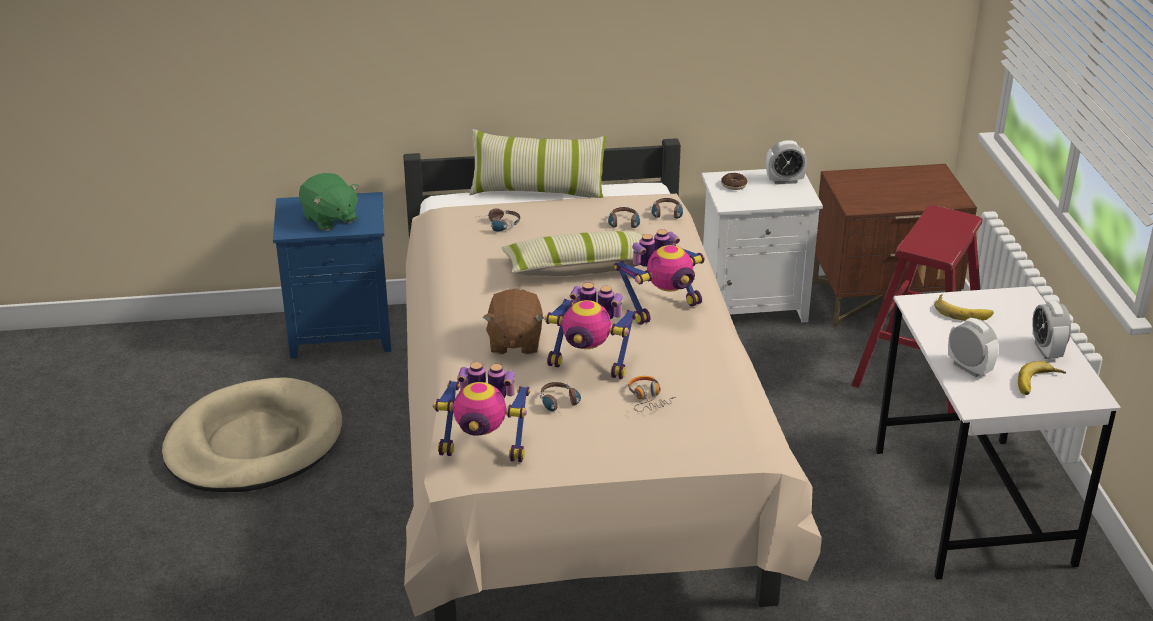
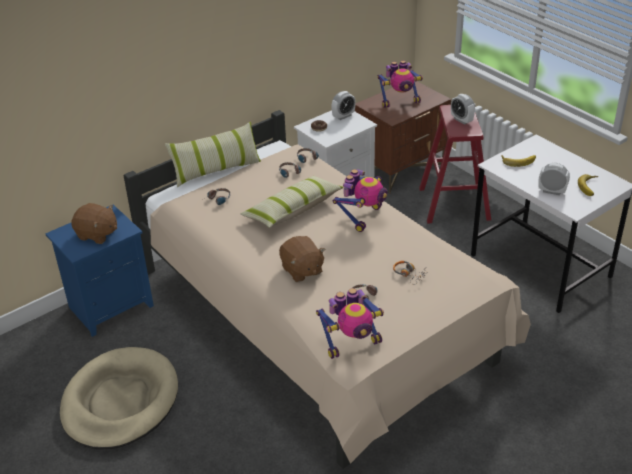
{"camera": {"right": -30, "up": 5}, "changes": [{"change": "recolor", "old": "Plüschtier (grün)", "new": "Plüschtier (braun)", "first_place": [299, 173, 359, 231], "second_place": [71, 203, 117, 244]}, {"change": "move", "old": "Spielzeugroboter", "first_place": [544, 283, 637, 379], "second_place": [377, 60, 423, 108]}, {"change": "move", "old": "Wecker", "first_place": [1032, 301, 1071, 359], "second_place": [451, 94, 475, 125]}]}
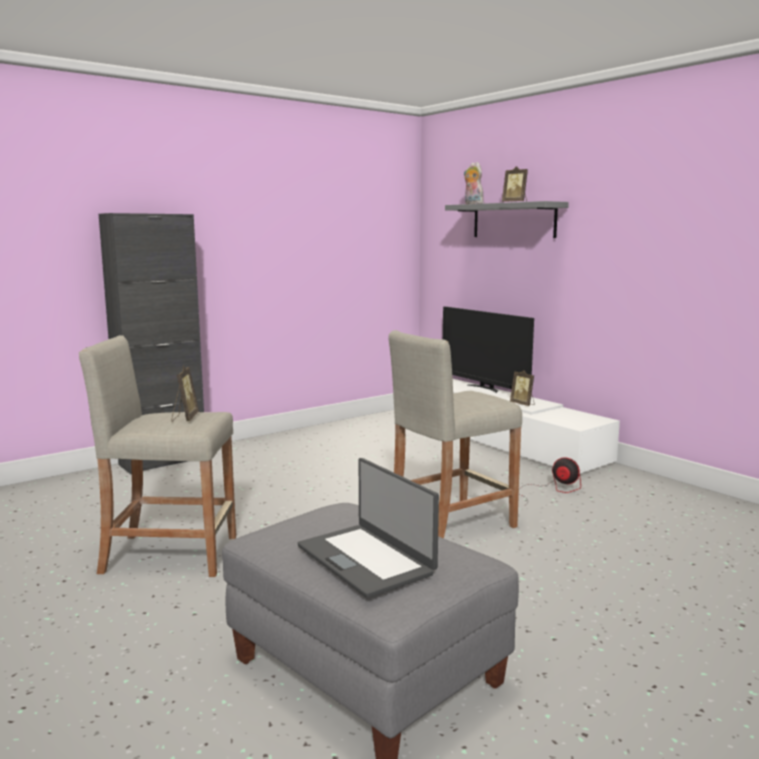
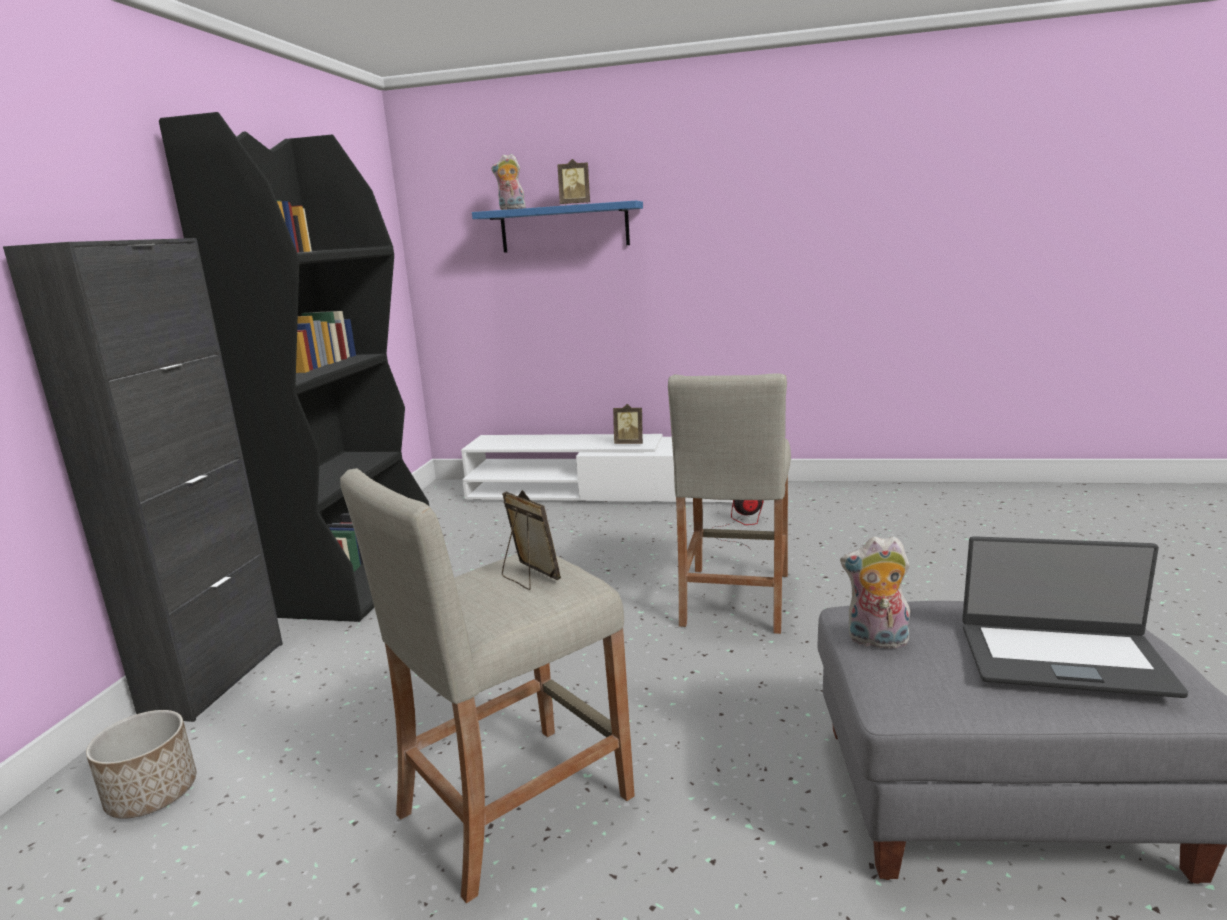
{"camera": {"right": -40, "up": 5}, "changes": [{"change": "recolor", "old": "Wandregal (grau)", "new": "Wandregal (blau)", "first_place": [445, 201, 569, 238], "second_place": [472, 201, 643, 253]}, {"change": "delete", "old": "Fernseher", "first_place": [443, 306, 534, 393]}, {"change": "insert", "new": "Bücherregal (schwarz)", "second_place": [159, 112, 429, 622]}, {"change": "insert", "new": "Plüschtier", "second_place": [840, 536, 910, 652]}, {"change": "insert", "new": "Pflanzkübel", "second_place": [86, 710, 196, 819]}]}
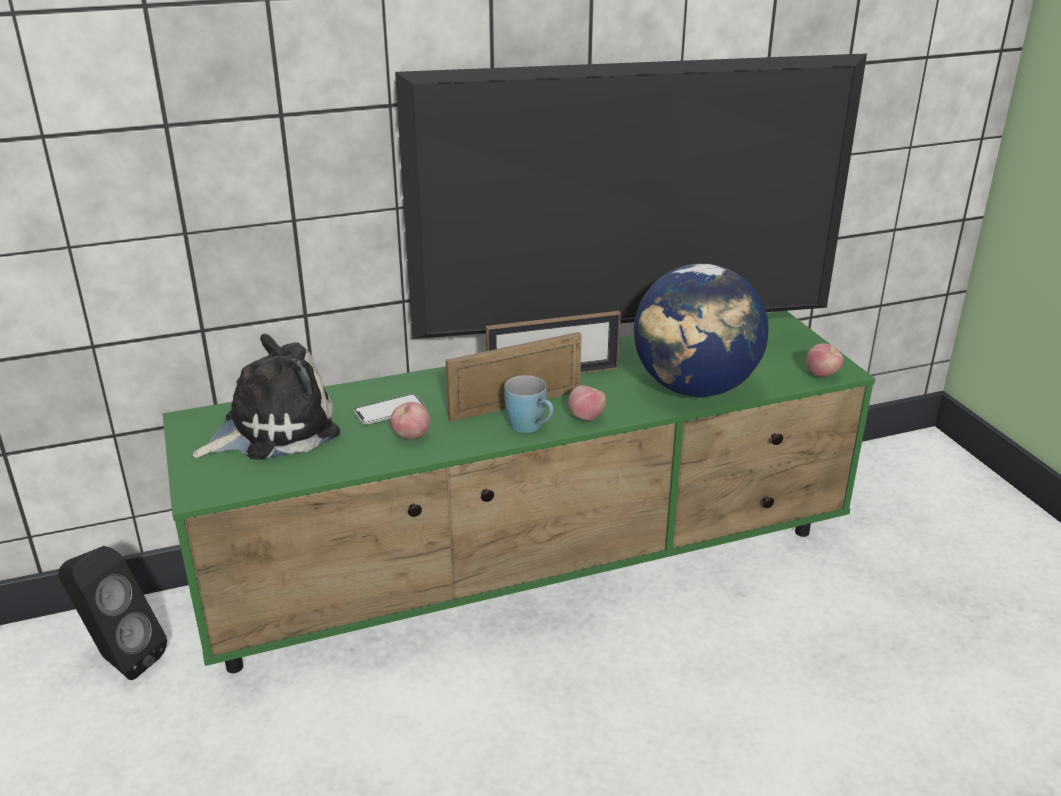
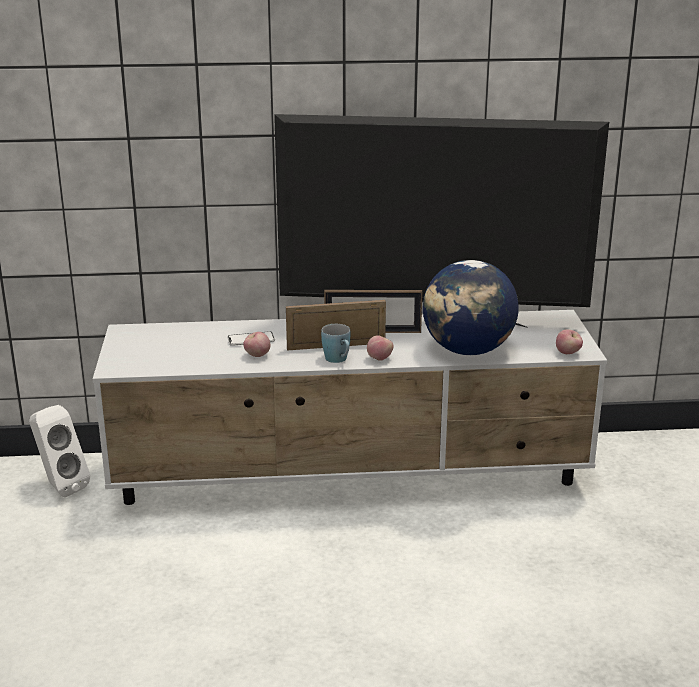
{"camera": {"right": 15, "up": -5}, "changes": [{"change": "recolor", "old": "Fernsehschrank (grün)", "new": "Fernsehschrank (weiß)", "first_place": [163, 311, 875, 673], "second_place": [93, 310, 607, 505]}, {"change": "delete", "old": "Plüschtier", "first_place": [192, 334, 340, 460]}, {"change": "recolor", "old": "Lautsprecher (schwarz)", "new": "Lautsprecher (weiß)", "first_place": [58, 546, 167, 680], "second_place": [29, 405, 90, 497]}]}
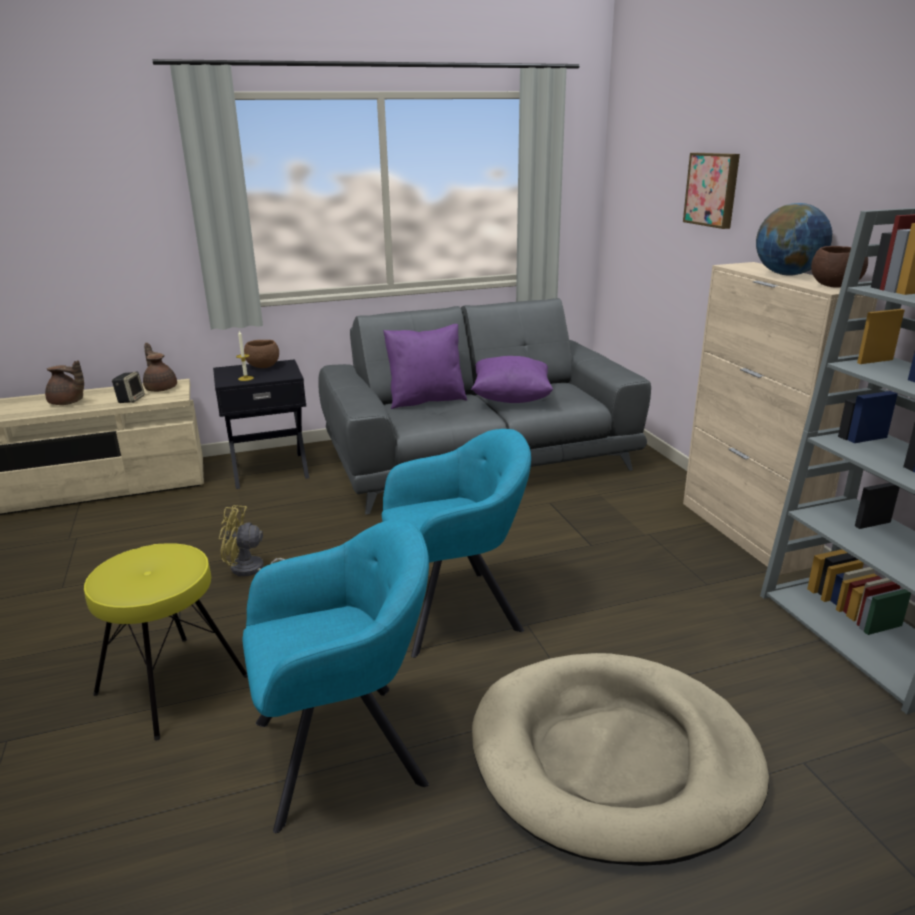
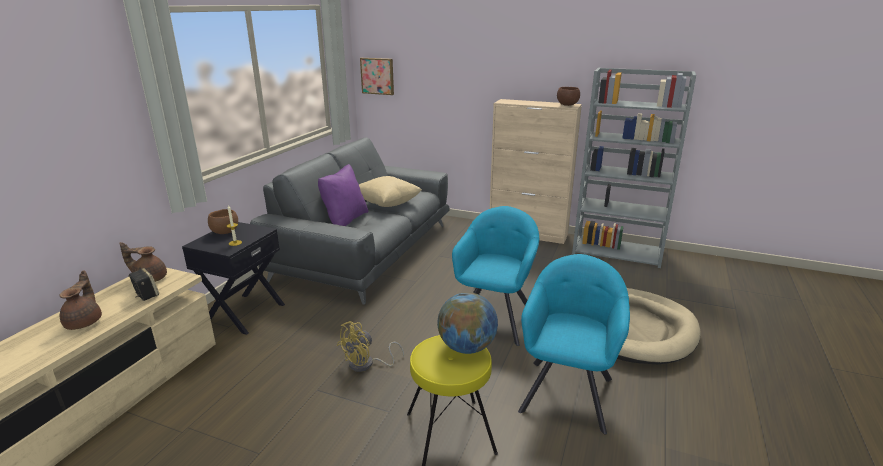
{"camera": {"right": -50, "up": 0}, "changes": [{"change": "move", "old": "Bild", "first_place": [683, 153, 740, 229], "second_place": [360, 58, 394, 95]}, {"change": "move", "old": "Globus", "first_place": [756, 203, 832, 276], "second_place": [437, 292, 498, 354]}, {"change": "recolor", "old": "Kissen (lila)", "new": "Kissen (beige)", "first_place": [471, 356, 553, 403], "second_place": [359, 176, 422, 207]}, {"change": "rotate", "old": "Teekanne (braun)", "first_place": [45, 360, 84, 405], "second_place": [59, 270, 102, 330], "degrees": -60}]}
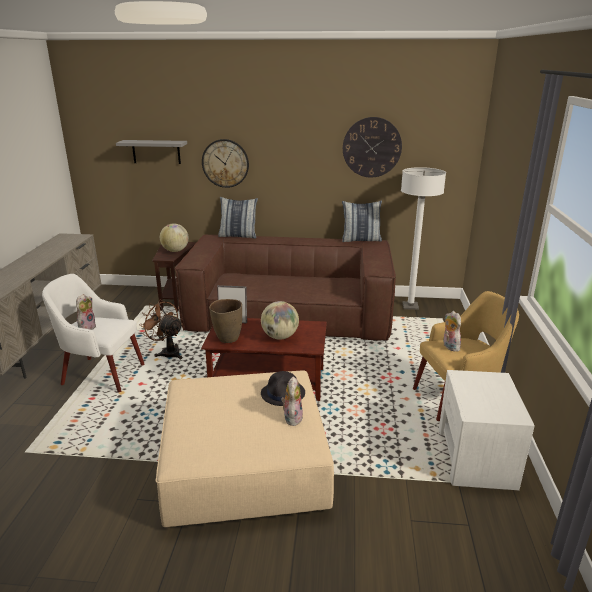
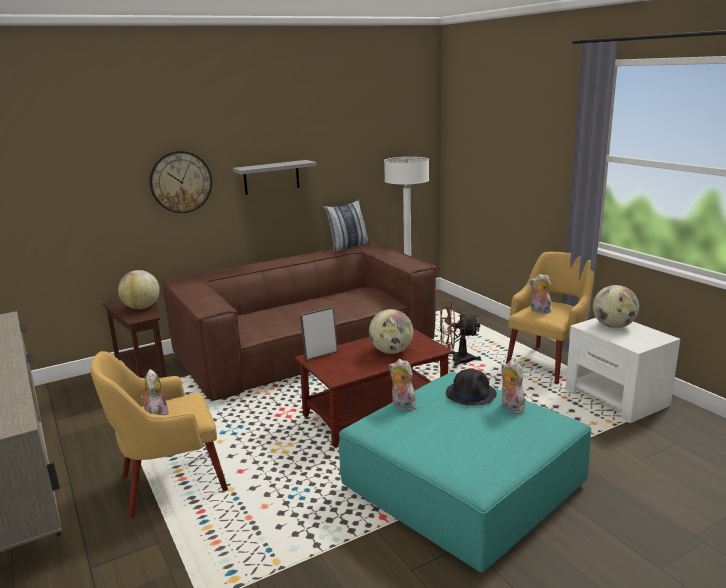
{"camera": {"right": -35, "up": -5}, "changes": [{"change": "delete", "old": "Wanduhr", "first_place": [343, 117, 402, 178]}, {"change": "move", "old": "Wandregal (grau)", "first_place": [116, 140, 187, 164], "second_place": [233, 160, 317, 195]}, {"change": "delete", "old": "Kissen", "first_place": [218, 197, 258, 239]}, {"change": "recolor", "old": "Sessel (weiß)", "new": "Sessel (gelb)", "first_place": [42, 274, 145, 392], "second_place": [90, 351, 228, 518]}, {"change": "delete", "old": "Vase (braun)", "first_place": [209, 299, 242, 343]}, {"change": "move", "old": "Ventilator (braun)", "first_place": [139, 300, 183, 359], "second_place": [440, 302, 481, 367]}, {"change": "recolor", "old": "Polsterhocker (beige)", "new": "Polsterhocker (türkis)", "first_place": [156, 370, 334, 527], "second_place": [339, 372, 592, 573]}, {"change": "insert", "new": "Globus", "second_place": [593, 285, 639, 328]}, {"change": "insert", "new": "Plüschtier", "second_place": [389, 359, 416, 411]}]}
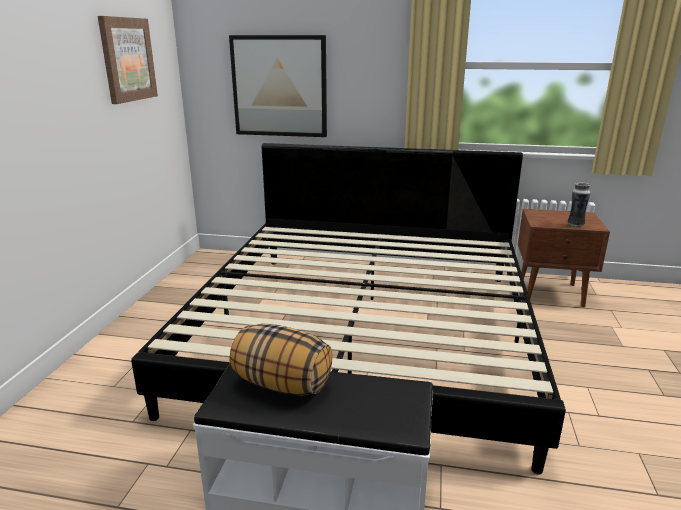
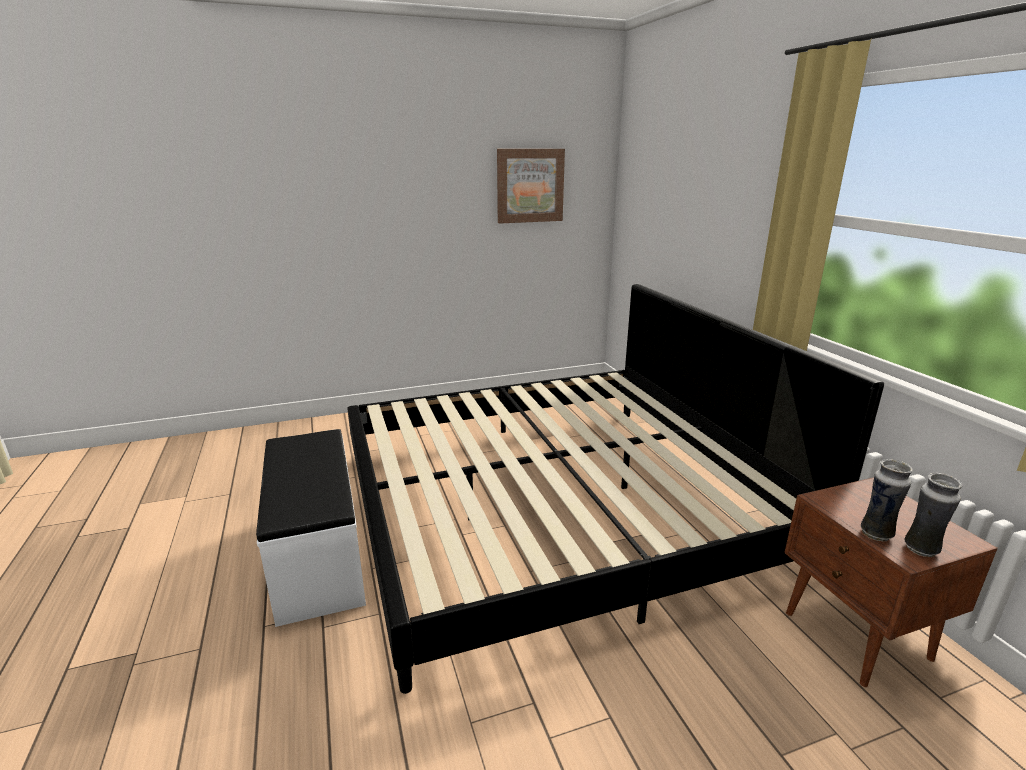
{"camera": {"right": 60, "up": 0}, "changes": [{"change": "delete", "old": "Bild", "first_place": [229, 35, 327, 137]}, {"change": "delete", "old": "Kissen", "first_place": [230, 323, 333, 396]}, {"change": "insert", "new": "Vase", "second_place": [904, 473, 962, 557]}]}
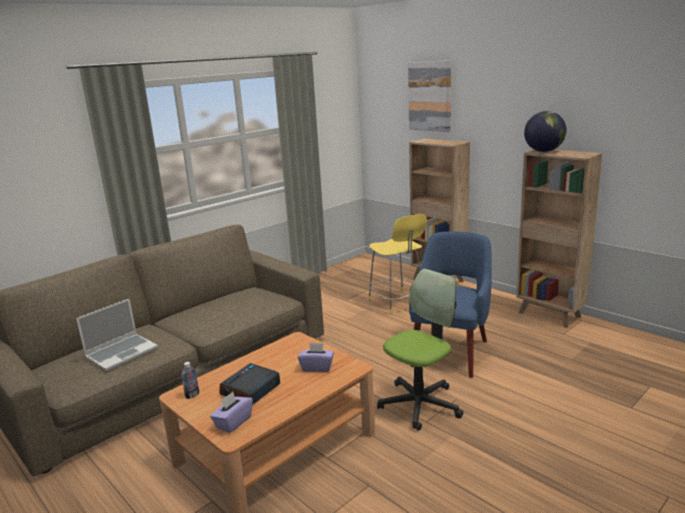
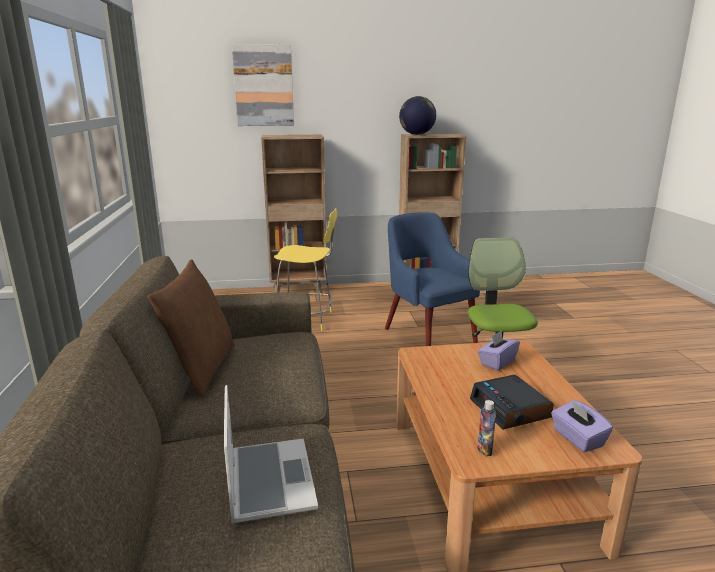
{"camera": {"right": -55, "up": 0}, "changes": [{"change": "insert", "new": "Kissen (braun)", "second_place": [148, 259, 235, 397]}]}
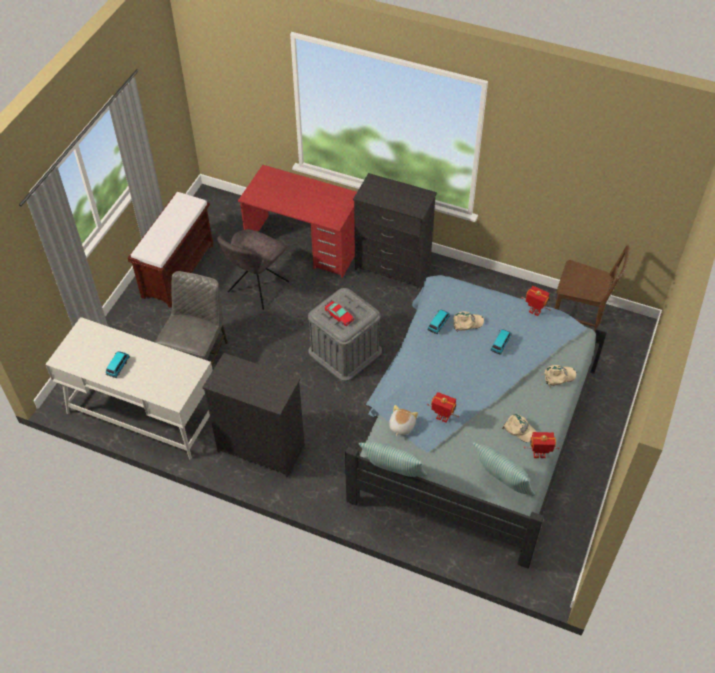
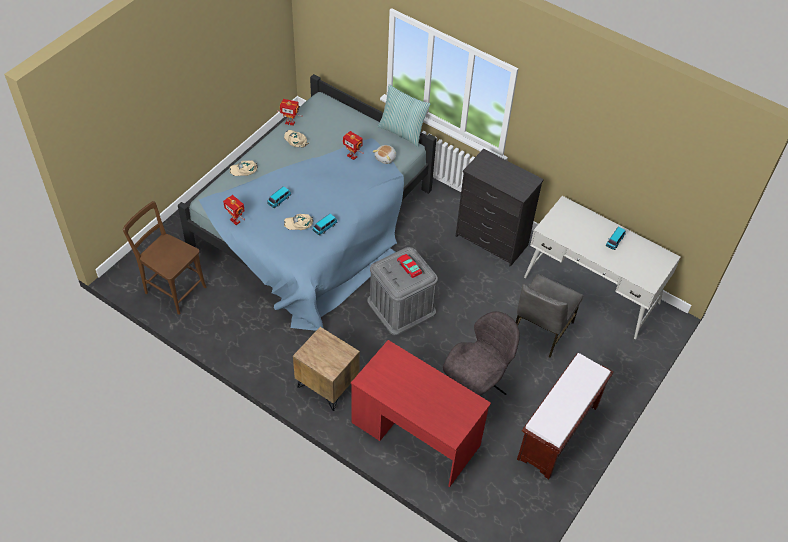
{"camera": {"right": -170, "up": 0}, "changes": [{"change": "replace", "old": "Kommode (schwarz)", "new": "Nachttisch (braun)", "first_place": [353, 173, 437, 289], "second_place": [293, 327, 360, 411]}, {"change": "delete", "old": "Kissen", "first_place": [473, 443, 535, 496]}]}
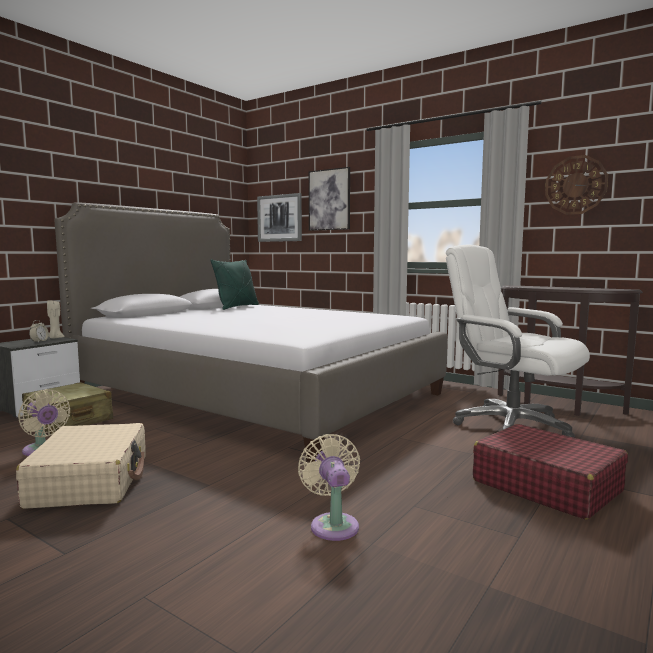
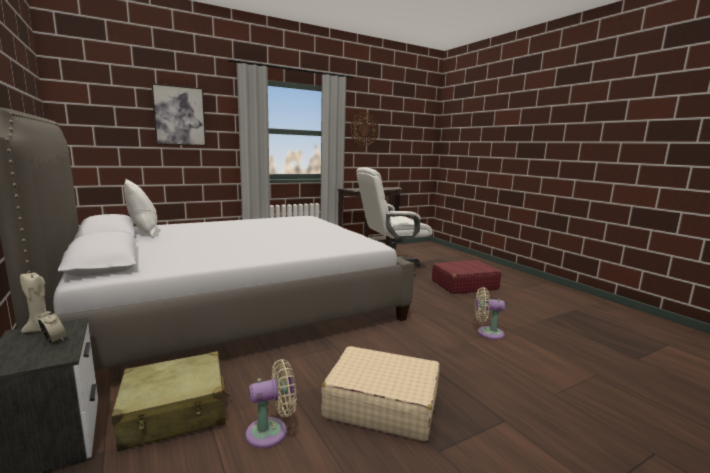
{"camera": {"right": -65, "up": 5}, "changes": [{"change": "delete", "old": "Bild", "first_place": [257, 193, 302, 242]}, {"change": "recolor", "old": "Kissen (grün)", "new": "Kissen (weiß)", "first_place": [210, 259, 259, 310], "second_place": [124, 179, 158, 238]}]}
